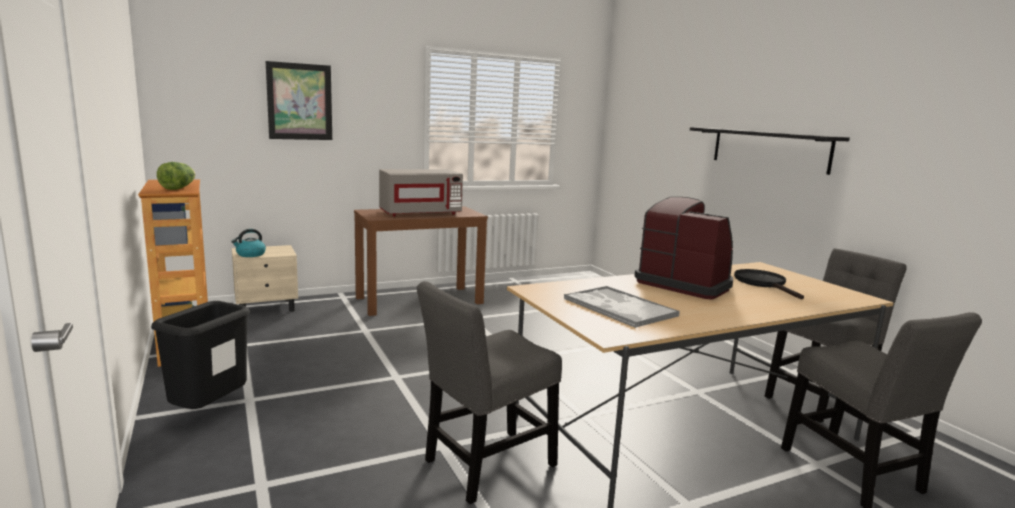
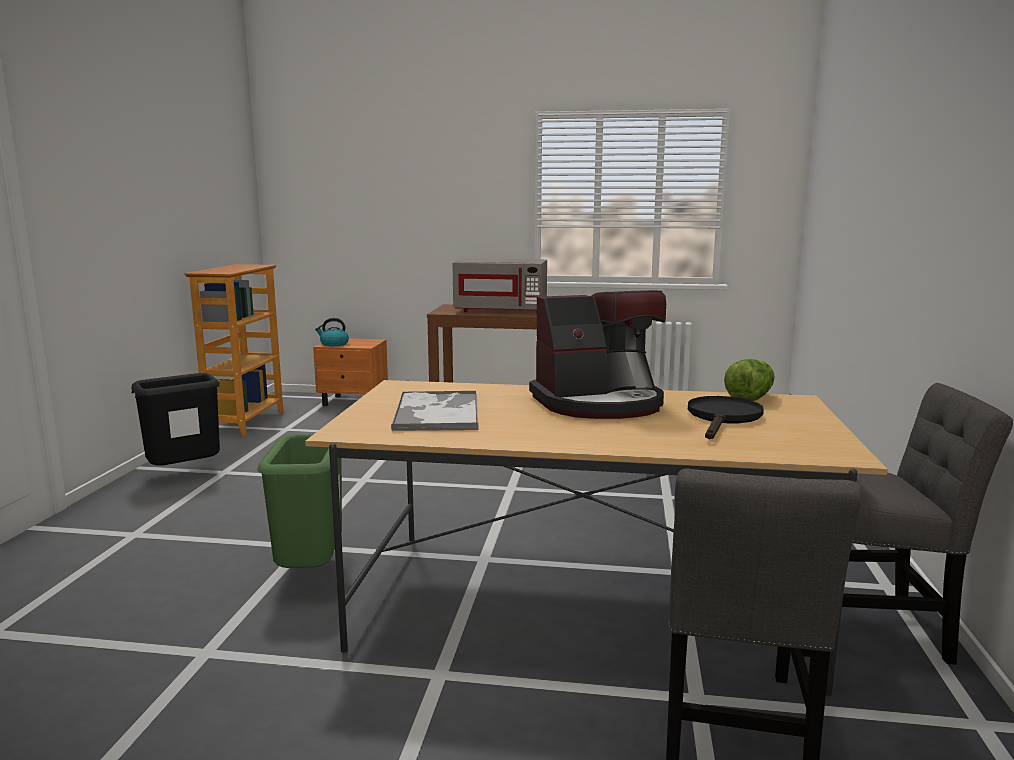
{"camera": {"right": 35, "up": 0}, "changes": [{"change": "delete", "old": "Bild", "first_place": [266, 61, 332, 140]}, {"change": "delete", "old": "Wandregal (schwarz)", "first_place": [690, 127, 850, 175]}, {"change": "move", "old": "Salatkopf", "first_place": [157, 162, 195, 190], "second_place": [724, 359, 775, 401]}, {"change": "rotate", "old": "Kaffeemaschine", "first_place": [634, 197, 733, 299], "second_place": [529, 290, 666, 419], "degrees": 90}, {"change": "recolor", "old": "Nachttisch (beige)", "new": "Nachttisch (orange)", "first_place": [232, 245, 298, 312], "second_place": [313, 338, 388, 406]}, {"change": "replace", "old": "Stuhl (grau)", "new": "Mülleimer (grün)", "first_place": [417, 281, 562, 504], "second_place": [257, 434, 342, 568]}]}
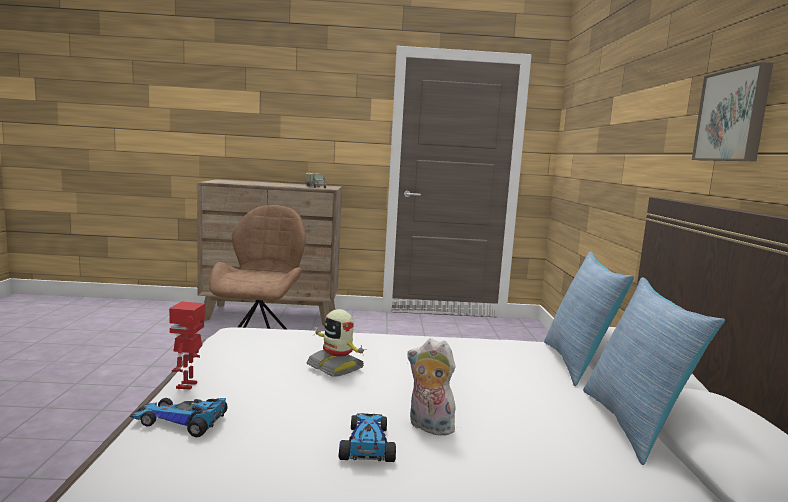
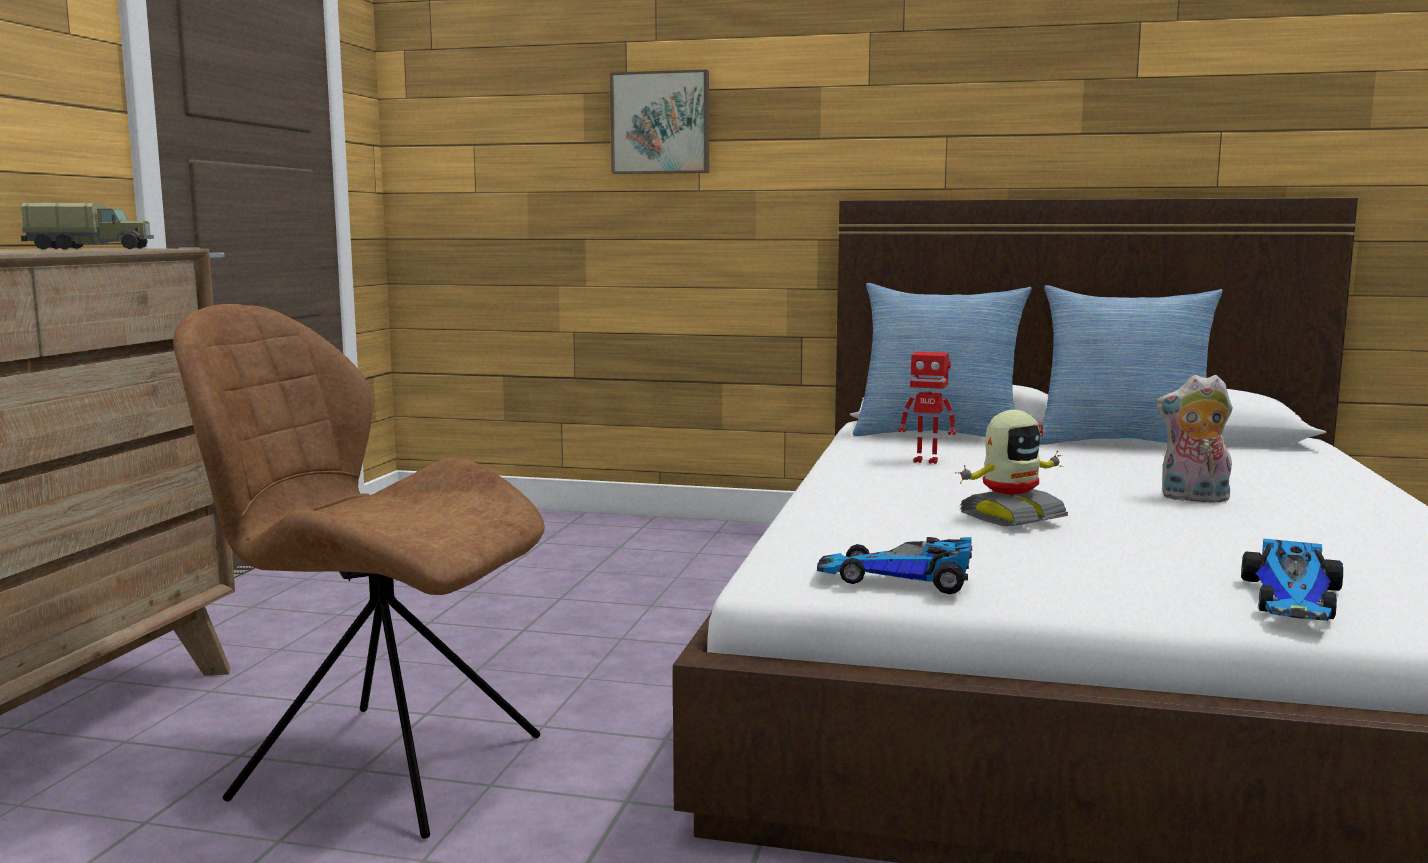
{"camera": {"right": -75, "up": 0}, "changes": [{"change": "move", "old": "Bild", "first_place": [692, 62, 773, 161], "second_place": [610, 69, 709, 174]}, {"change": "move", "old": "Spielzeugroboter", "first_place": [169, 301, 205, 389], "second_place": [898, 352, 956, 464]}, {"change": "rotate", "old": "Plüschtier", "first_place": [407, 338, 456, 436], "second_place": [1156, 375, 1233, 502], "degrees": 60}, {"change": "move", "old": "Spielzeugauto", "first_place": [338, 413, 396, 462], "second_place": [817, 537, 972, 594]}]}
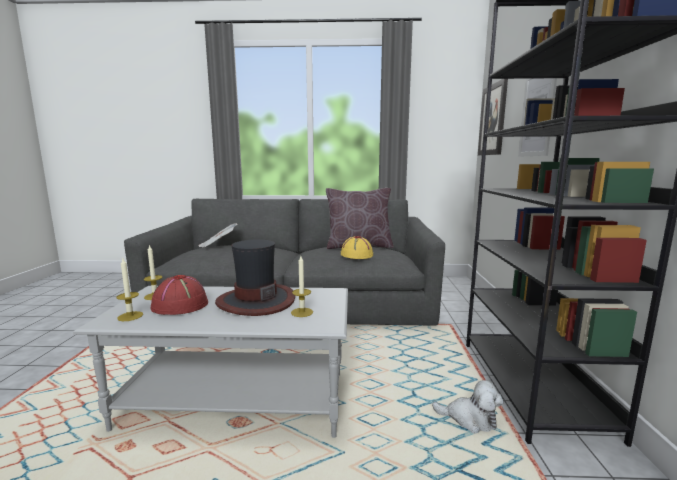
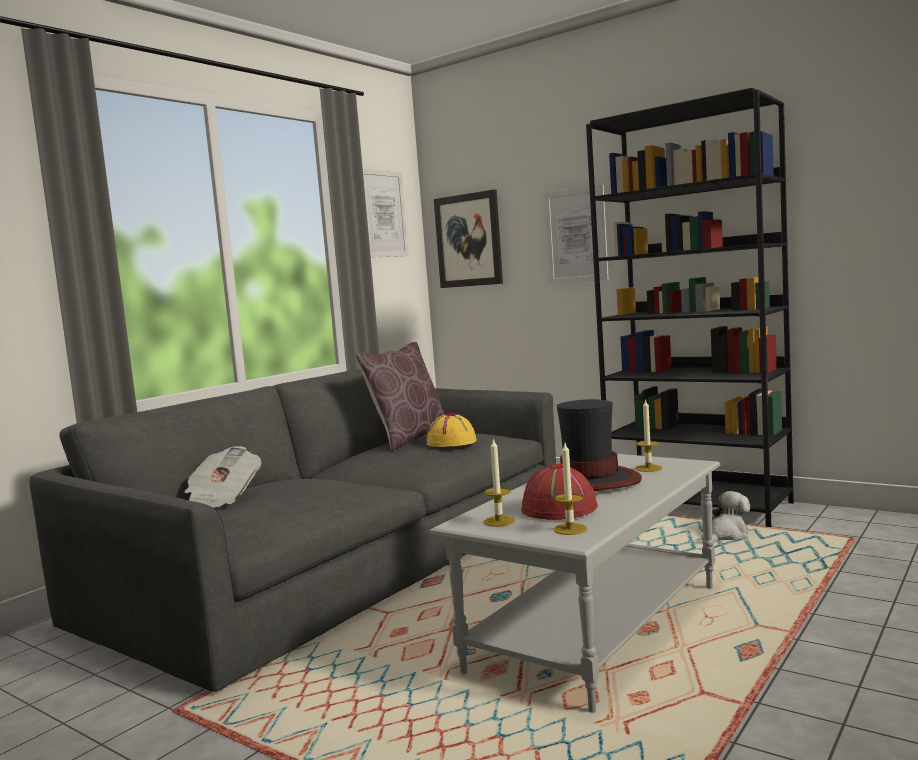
{"camera": {"right": -55, "up": -5}, "changes": [{"change": "insert", "new": "Bild", "second_place": [363, 169, 409, 257]}]}
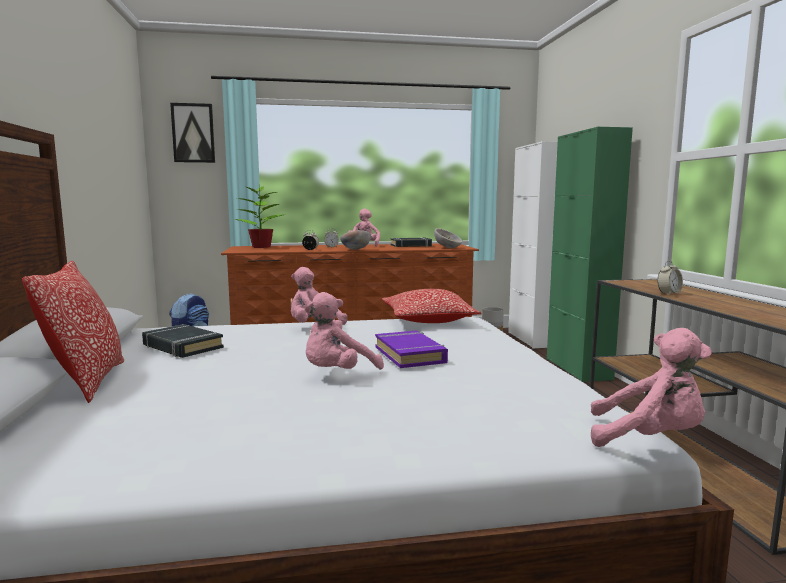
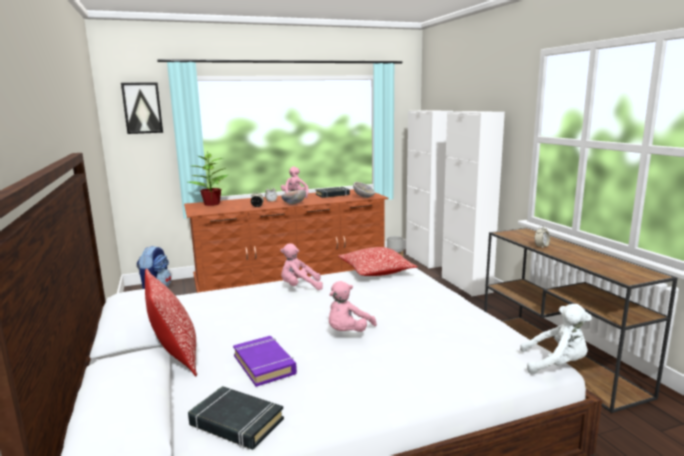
{"camera": {"right": -10, "up": 5}, "changes": [{"change": "recolor", "old": "Schrank (grün)", "new": "Schrank (weiß)", "first_place": [547, 127, 633, 382], "second_place": [442, 111, 505, 296]}, {"change": "move", "old": "Buch (schwarz)", "first_place": [142, 324, 224, 358], "second_place": [188, 386, 284, 450]}, {"change": "recolor", "old": "Plüschtier (rosa)", "new": "Plüschtier (weiß)", "first_place": [591, 328, 712, 447], "second_place": [520, 304, 592, 374]}, {"change": "move", "old": "Buch (lila)", "first_place": [375, 331, 448, 368], "second_place": [233, 336, 297, 387]}]}
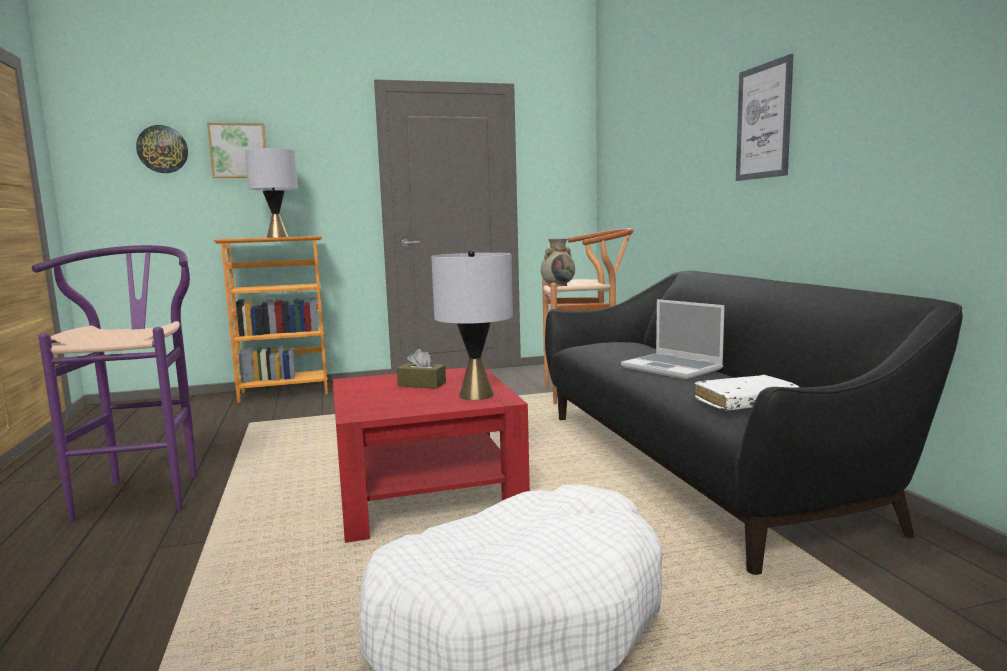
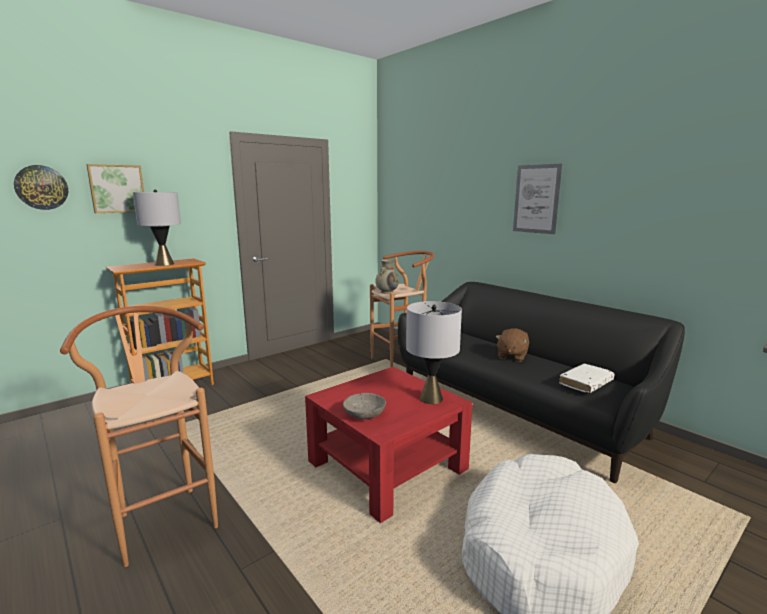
{"camera": {"right": -25, "up": 5}, "changes": [{"change": "recolor", "old": "Hocker (lila)", "new": "Hocker (braun)", "first_place": [32, 245, 197, 522], "second_place": [60, 306, 218, 567]}, {"change": "replace", "old": "Laptop", "new": "Plüschtier (braun)", "first_place": [621, 299, 725, 379], "second_place": [496, 328, 529, 362]}, {"change": "delete", "old": "Taschentuchbox (braun)", "first_place": [397, 349, 446, 389]}, {"change": "insert", "new": "Schüssel (grau)", "second_place": [343, 393, 386, 419]}]}
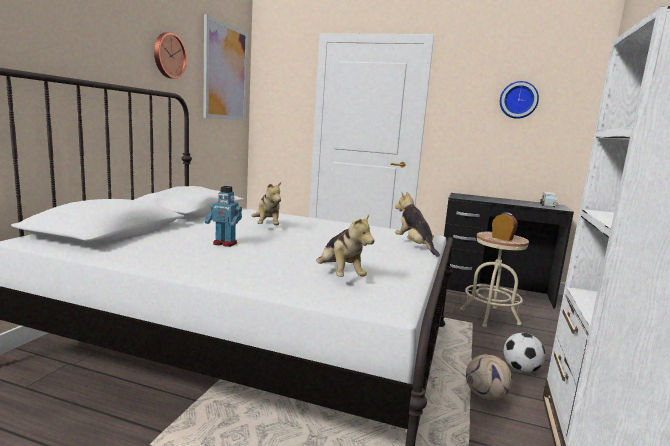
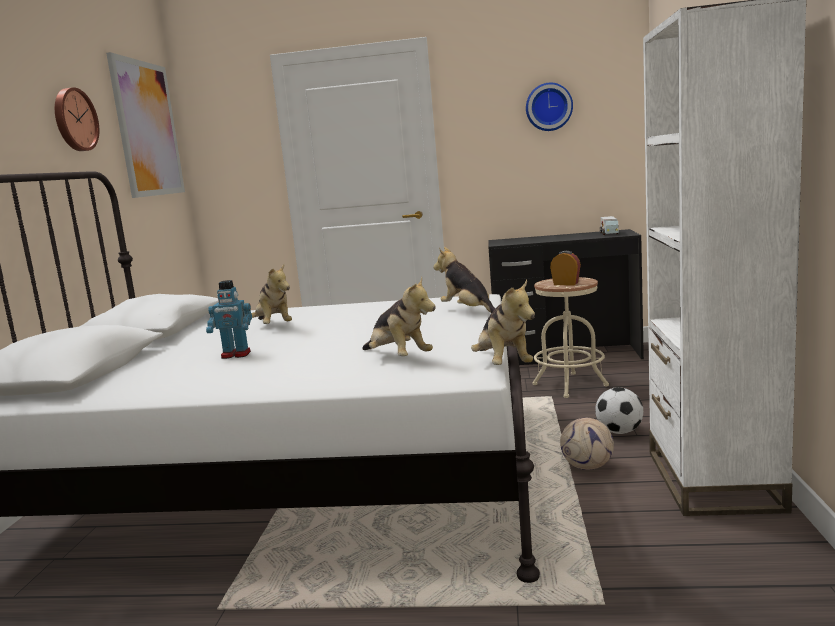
{"camera": {"right": -10, "up": 0}, "changes": [{"change": "insert", "new": "Plüschtier", "second_place": [471, 280, 535, 365]}]}
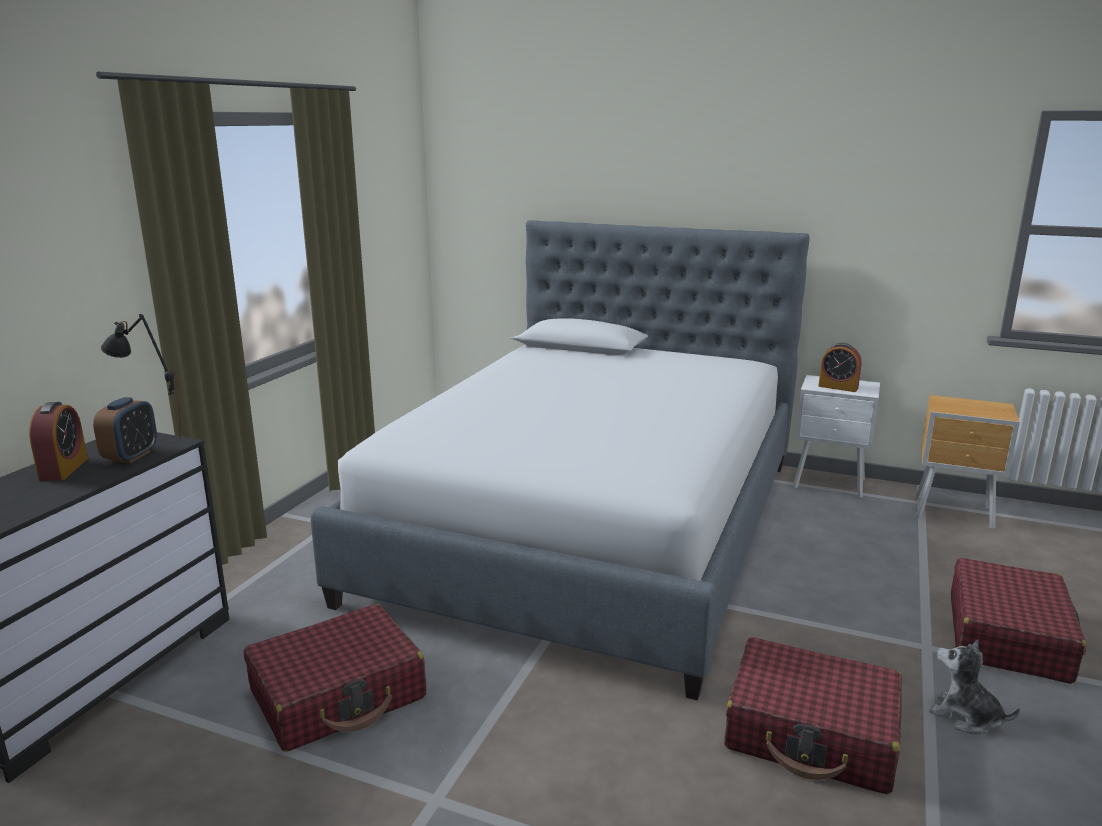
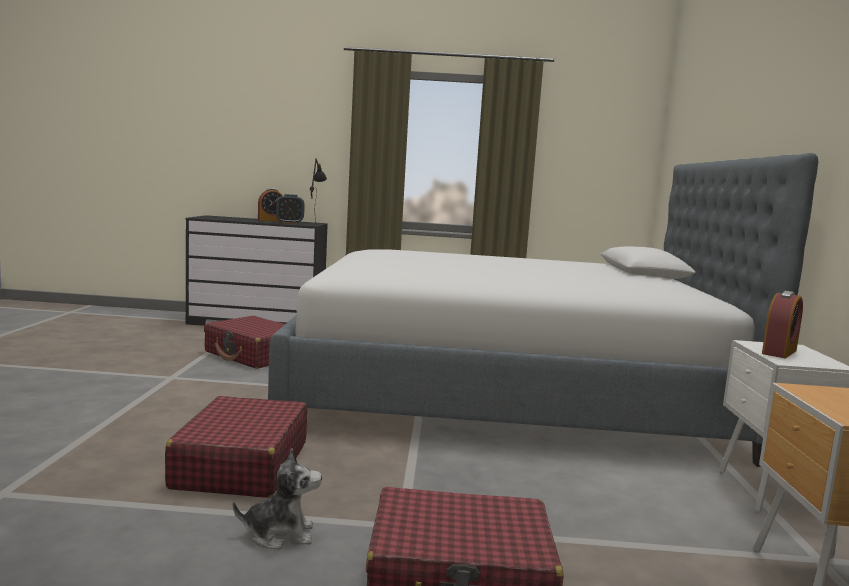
{"camera": {"right": 70, "up": -10}, "changes": [{"change": "rotate", "old": "Wecker", "first_place": [818, 343, 862, 392], "second_place": [762, 291, 803, 358], "degrees": -150}, {"change": "rotate", "old": "Plüschtier", "first_place": [929, 640, 1020, 734], "second_place": [233, 448, 322, 550], "degrees": 60}]}
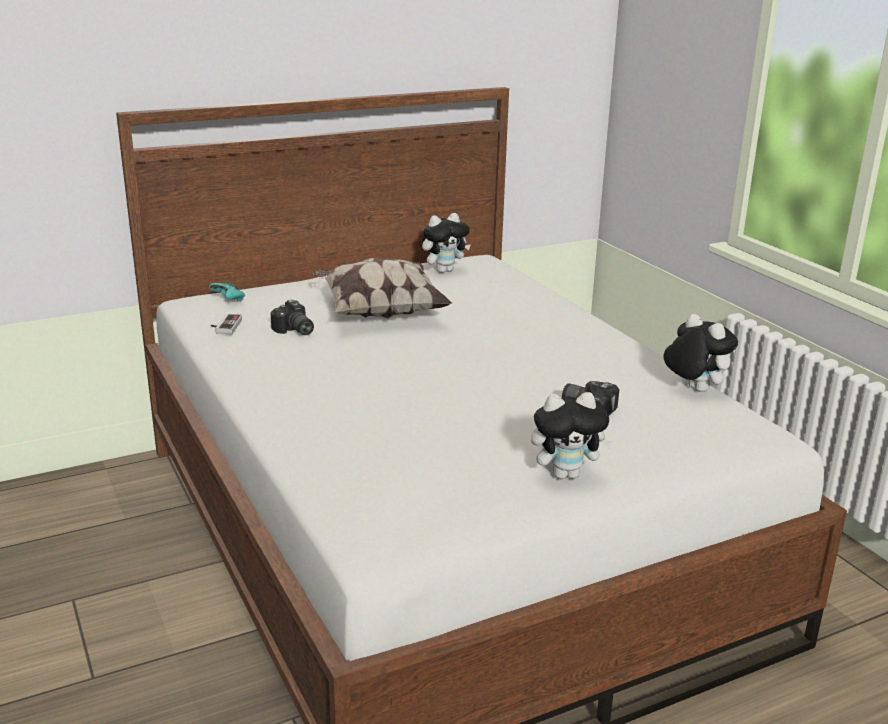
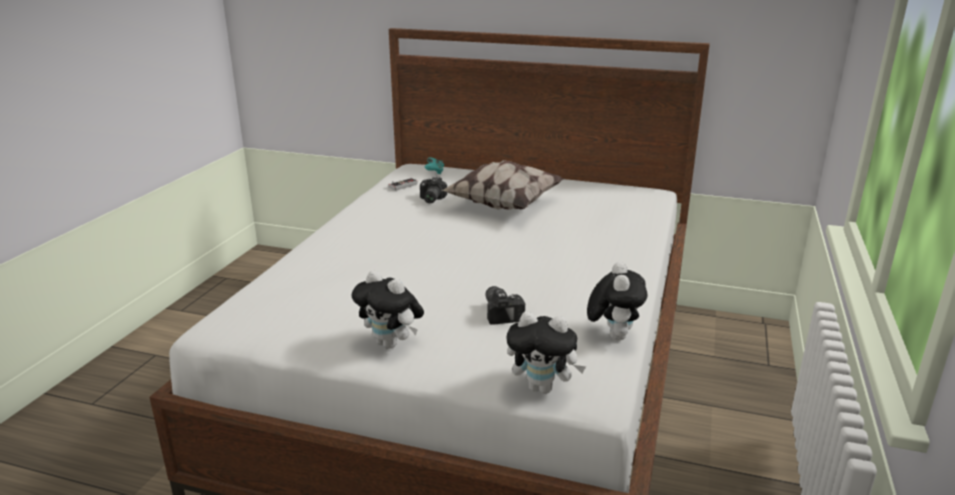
{"camera": {"right": 45, "up": 0}, "changes": [{"change": "move", "old": "Plüschtier", "first_place": [422, 213, 471, 273], "second_place": [506, 311, 586, 394]}]}
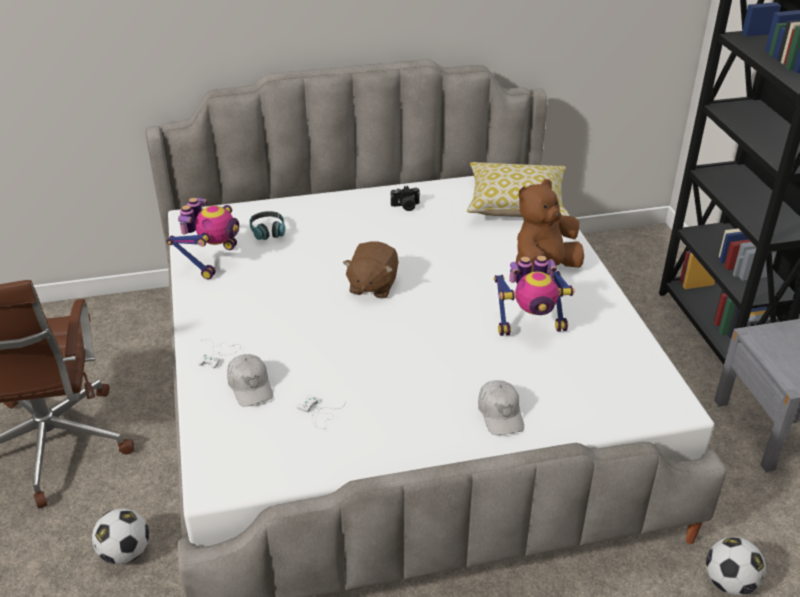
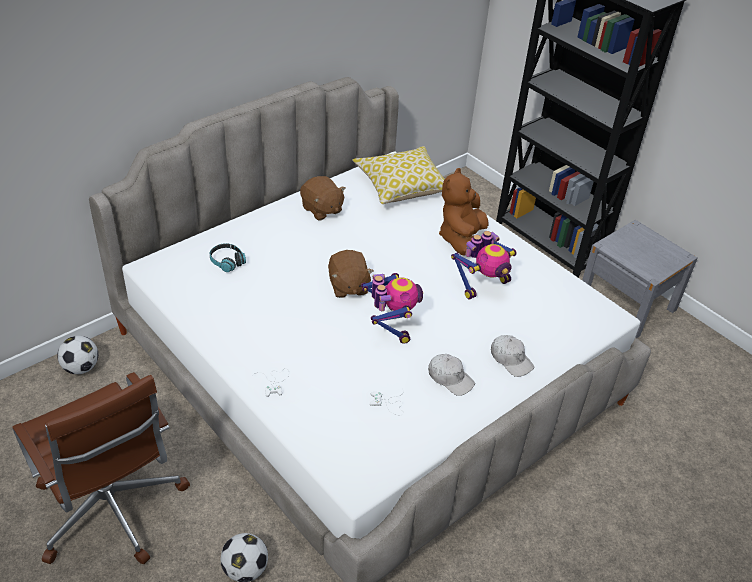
{"camera": {"right": -30, "up": 5}, "changes": [{"change": "replace", "old": "Kamera", "new": "Plüschtier (braun)", "first_place": [391, 186, 420, 211], "second_place": [300, 176, 345, 220]}, {"change": "move", "old": "Spielzeugroboter", "first_place": [166, 198, 239, 279], "second_place": [361, 273, 423, 344]}, {"change": "move", "old": "Kappe (weiß)", "first_place": [227, 354, 273, 407], "second_place": [428, 354, 475, 396]}, {"change": "move", "old": "Fußball", "first_place": [706, 537, 766, 595], "second_place": [57, 336, 98, 374]}]}
